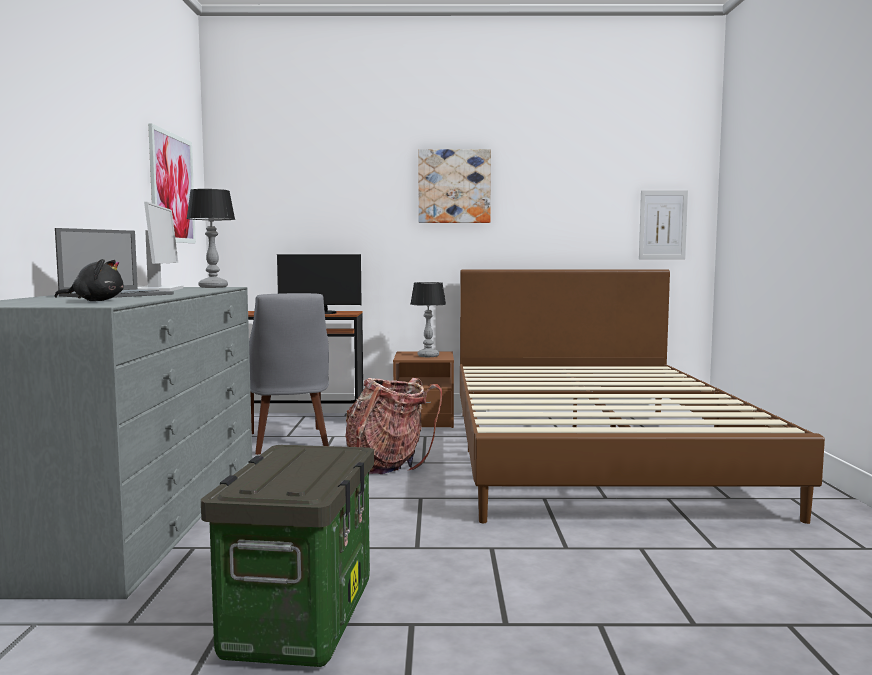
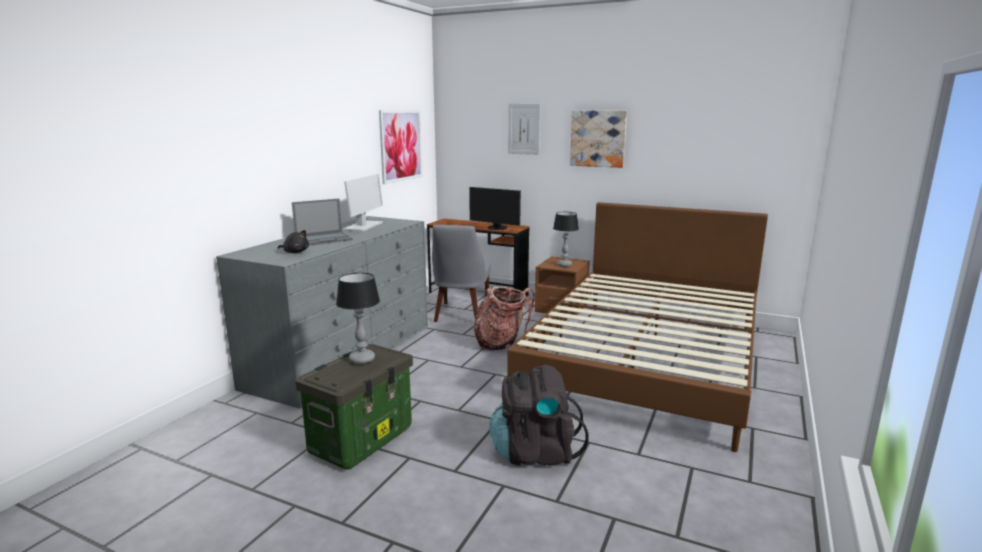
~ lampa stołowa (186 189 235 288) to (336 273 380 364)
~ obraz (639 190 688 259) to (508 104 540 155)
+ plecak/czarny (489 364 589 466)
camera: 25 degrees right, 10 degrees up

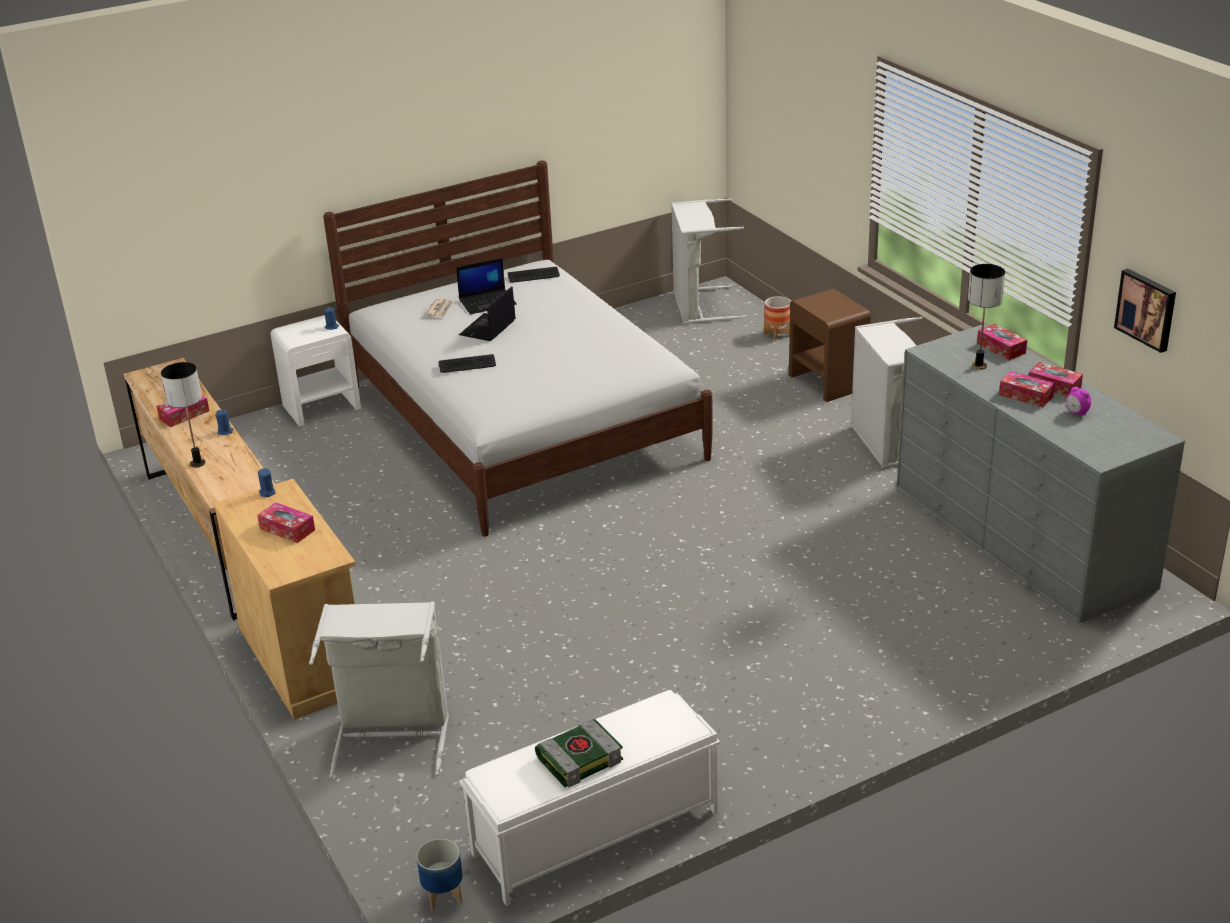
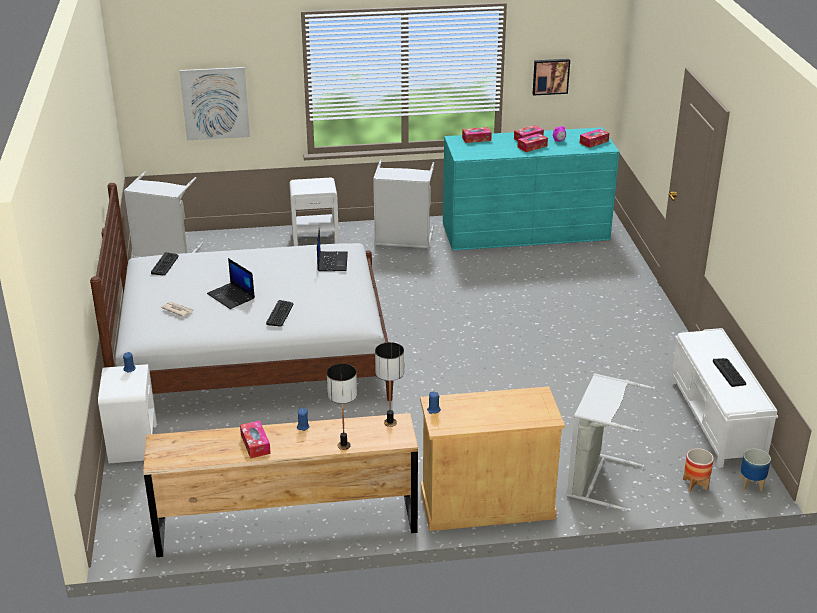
~ laptop (456 258 517 314) to (317 228 348 271)
~ lampa stołowa (968 264 1005 370) to (375 342 404 427)
~ szafka nocna/brązowy (789 289 871 402) to szafka nocna/biały (289 178 339 246)
~ donica (764 296 791 341) to (683 448 714 492)
~ komoda/szary (897 324 1185 624) to komoda/turkusowy (443 127 619 251)
~ pudełko chusteczek (257 502 315 543) to (580 129 609 148)
~ książka (535 719 623 788) to klawiatura (713 358 746 387)
+ obraz (180 67 250 140)
camera: 70 degrees left, 0 degrees up

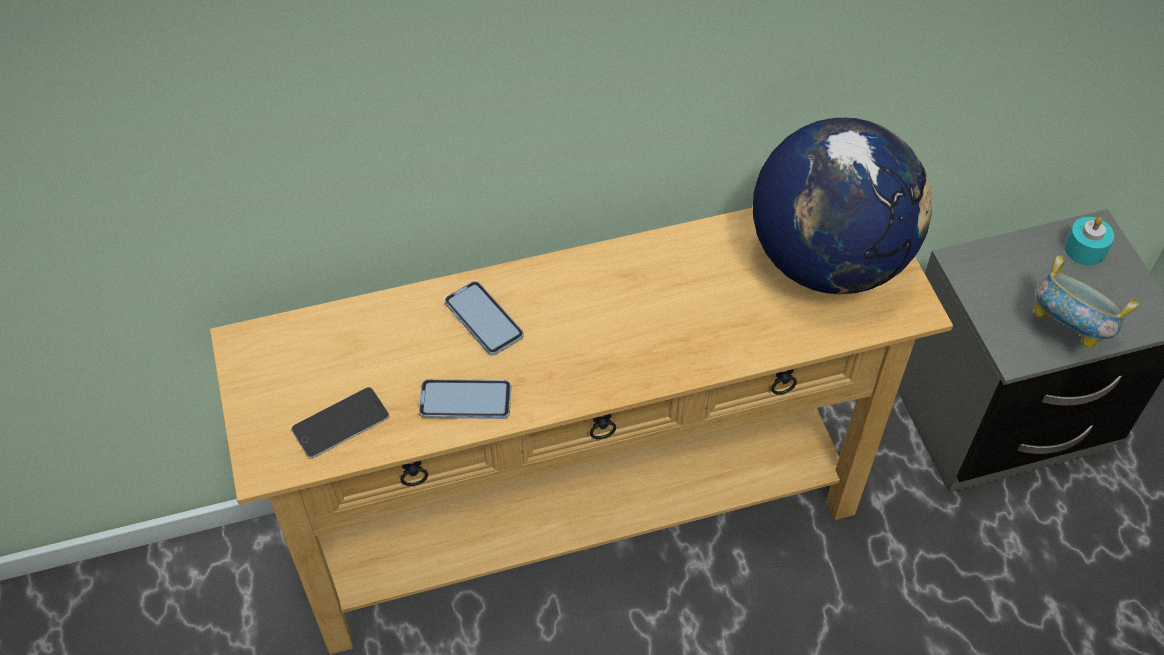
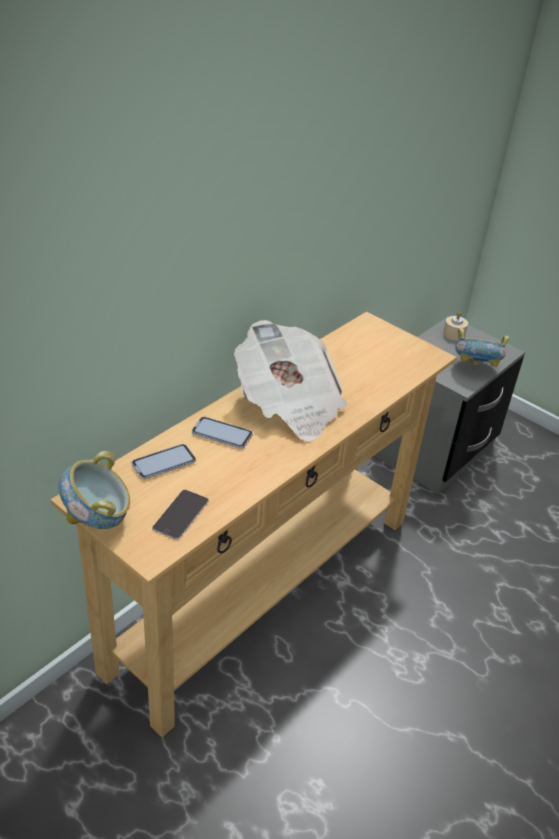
- globus (753 117 932 294)
~ świeca/turkusowy (1064 217 1114 265) to świeca/beżowy (443 311 468 340)
~ telefon (419 379 511 419) to (132 444 196 480)
+ gazeta (234 320 347 441)
+ miska (58 451 130 529)
camera: 35 degrees left, 15 degrees down

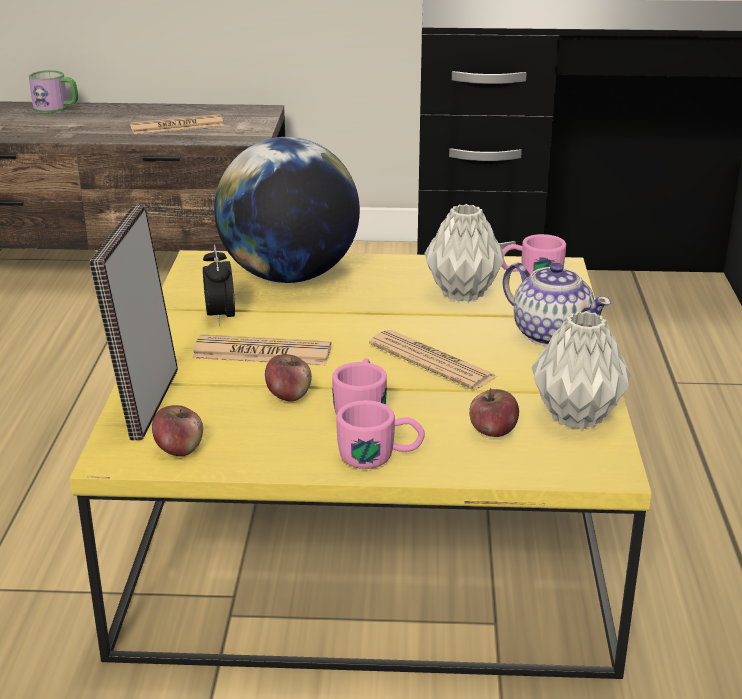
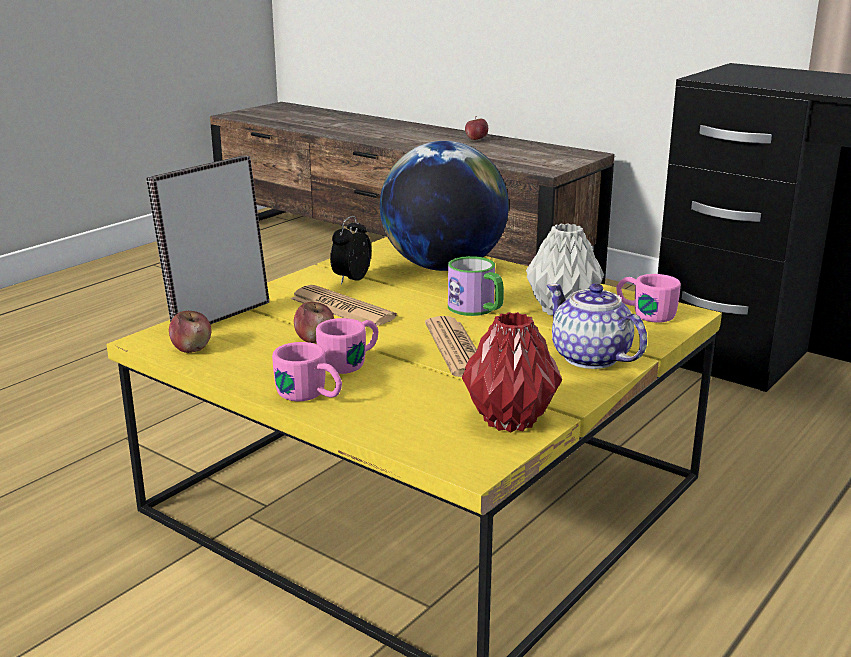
~ kubek (29 70 78 113) to (448 256 504 316)
- gazeta (130 114 224 134)
~ imbryk (502 263 611 346) = (547 283 647 369) 150 degrees clockwise
~ wazon/szary (532 311 631 429) to wazon/czerwony (462 312 562 432)
~ jabłko (469 388 519 437) to (465 117 488 140)
camera: 35 degrees right, 5 degrees down

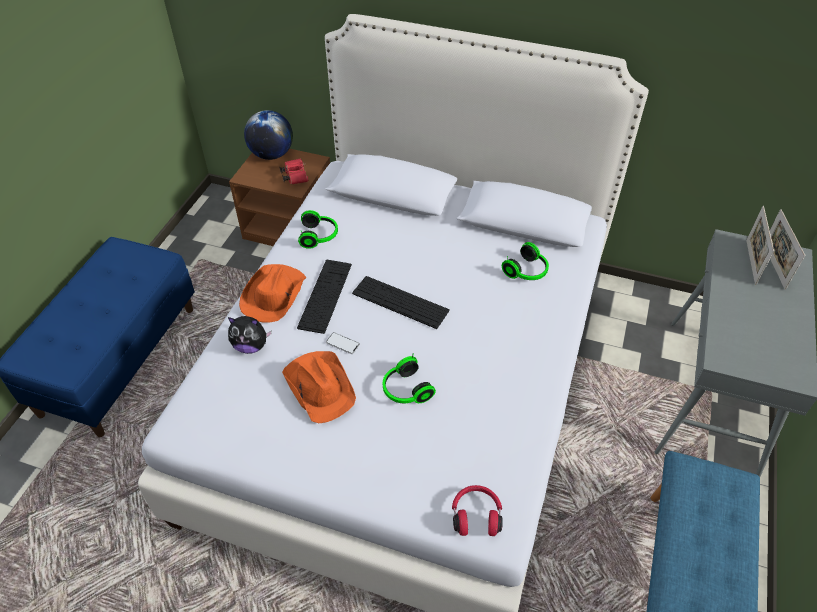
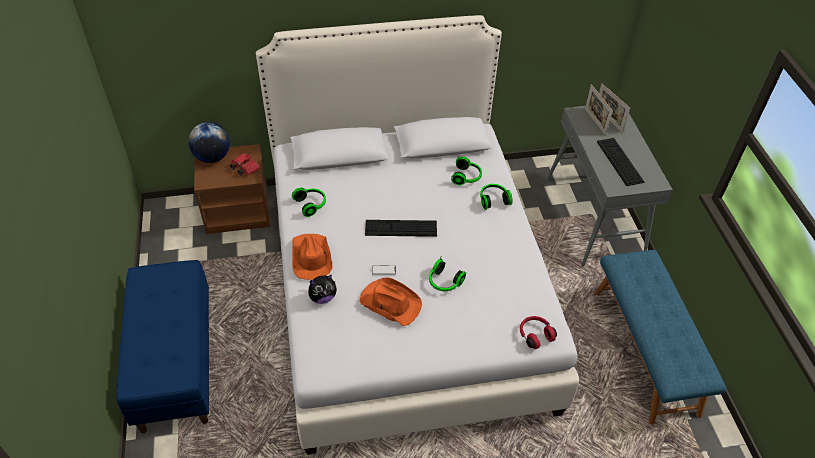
~ klawiatura (297 259 352 334) to (597 138 644 186)
+ słuchawki (480 184 512 210)
camera: 30 degrees left, 0 degrees up

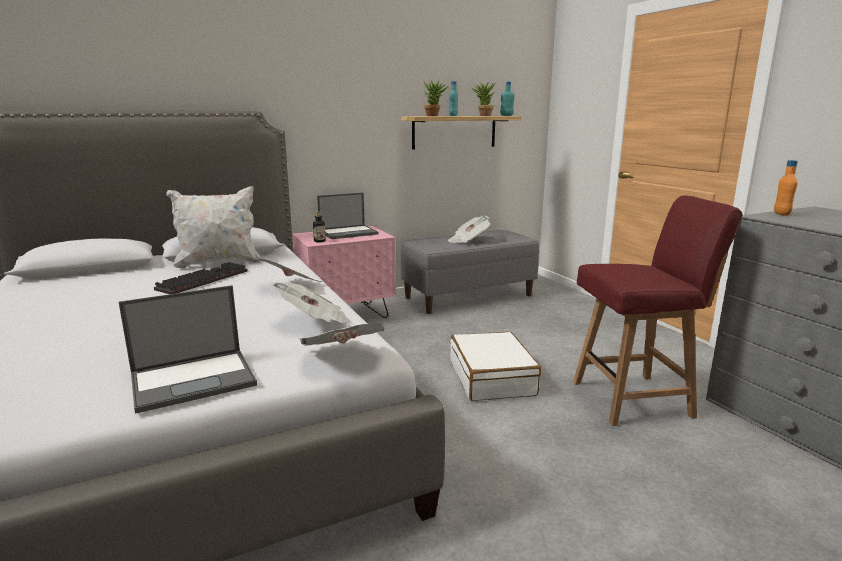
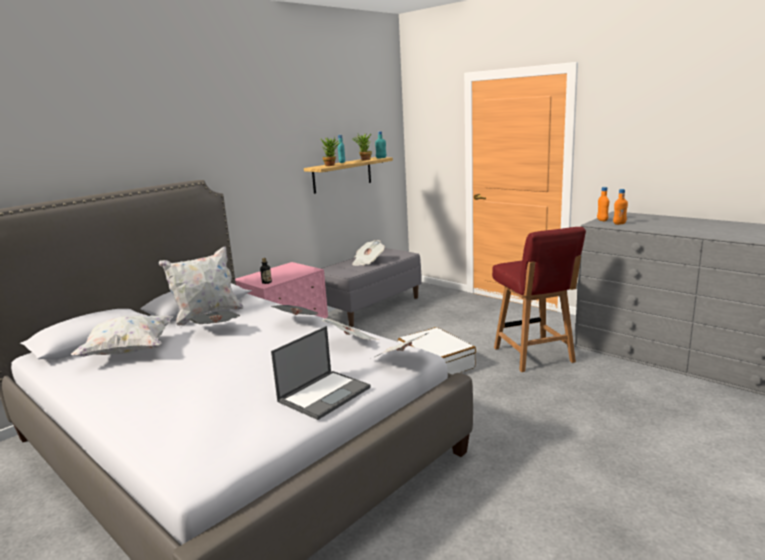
- laptop (317 193 378 239)
~ krzesło/czerwony (573 195 743 426) = (492 227 586 372) 105 degrees clockwise
~ klawiatura (154 262 247 294) to gazeta (188 311 240 324)
+ butelka/pomarańczowy (613 189 628 225)
+ poduszka/biały (71 316 173 357)
camera: 20 degrees left, 0 degrees up

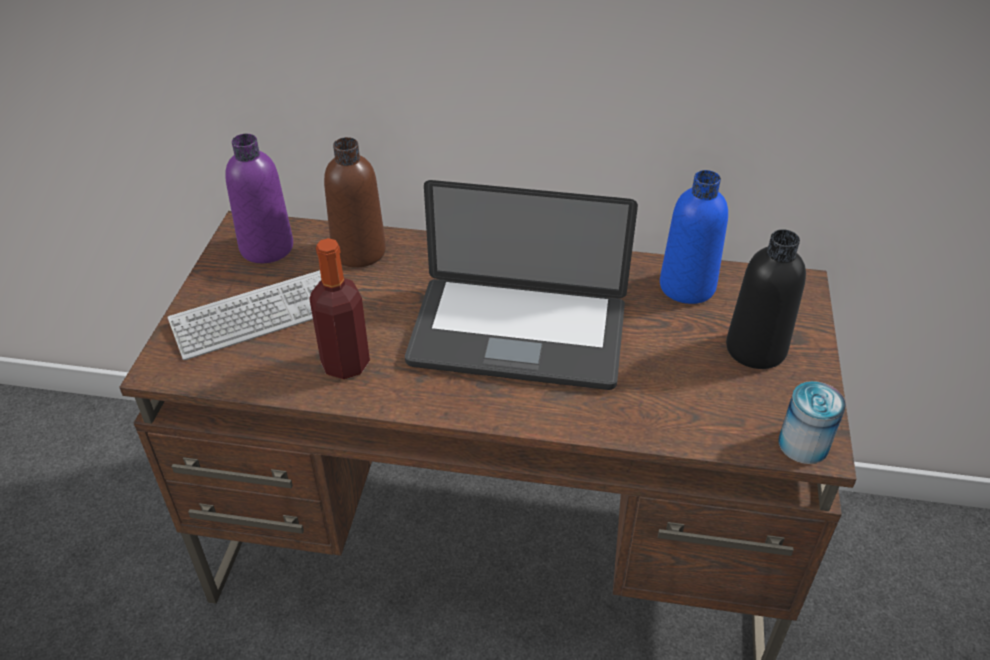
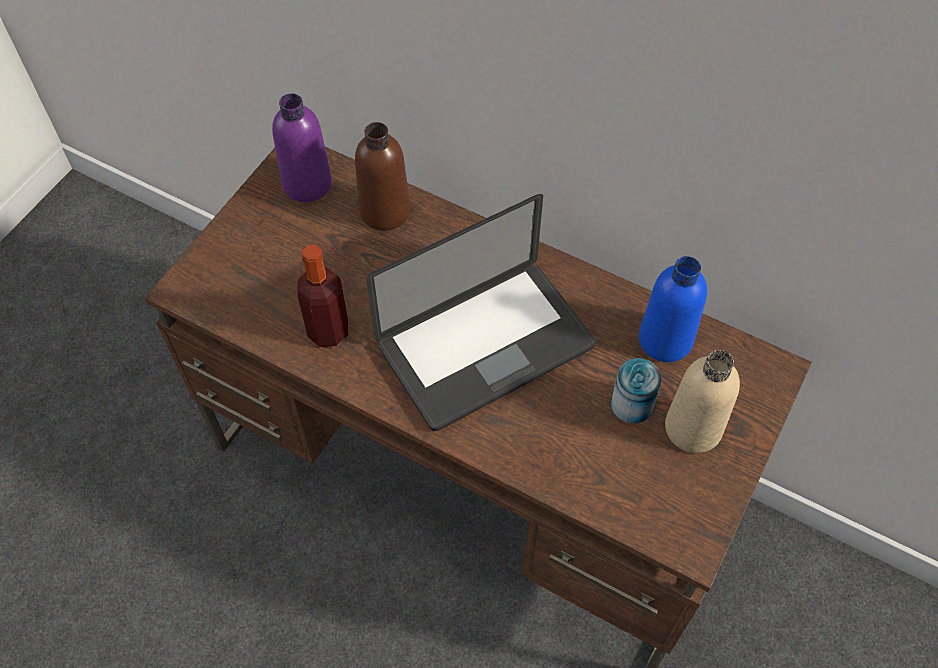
~ laptop (405 180 638 390) = (366 194 596 431) 60 degrees counterclockwise
~ butelka/czarny (726 229 806 369) to butelka/beżowy (665 350 740 453)
- klawiatura (167 270 321 360)
~ puszka (778 381 846 464) to (611 358 662 424)
camera: 20 degrees right, 15 degrees up

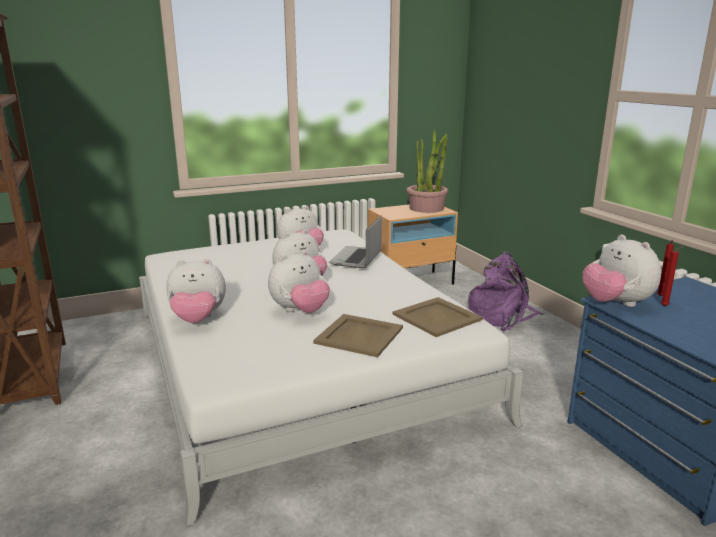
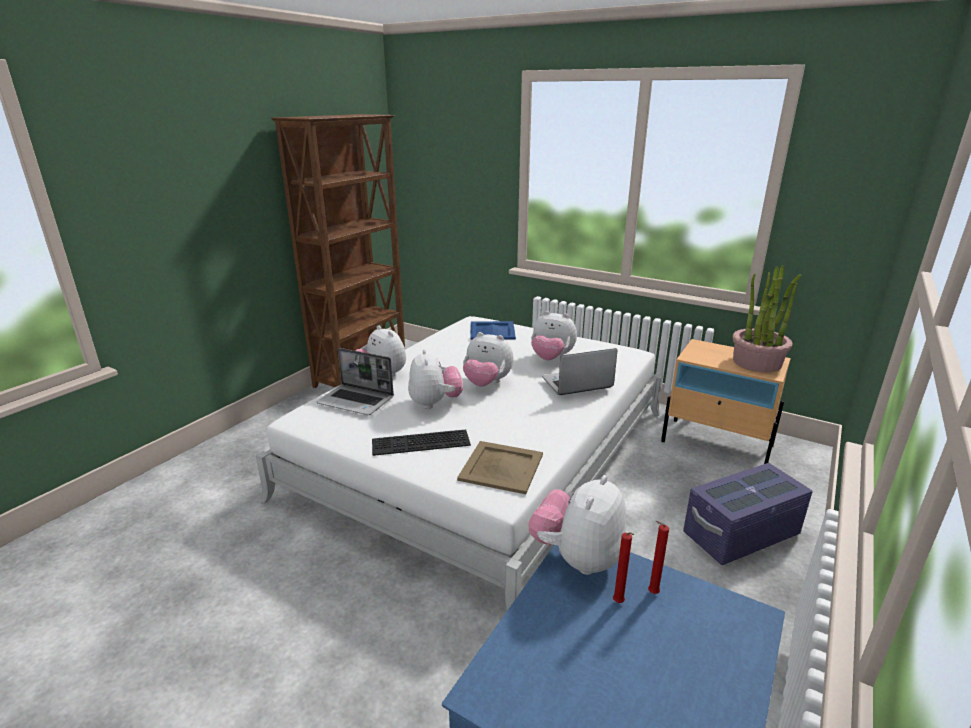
~ pluszak (268 250 330 313) = (408 349 463 409) 120 degrees counterclockwise
~ plecak/fioletowy (468 251 544 331) to pojemnik do przechowywania/fioletowy (683 463 813 565)
~ taca/beżowy (313 314 403 357) to klawiatura (372 429 471 456)
+ taca/niebieski (470 321 516 340)
+ laptop (317 348 394 415)
camera: 55 degrees right, 5 degrees up

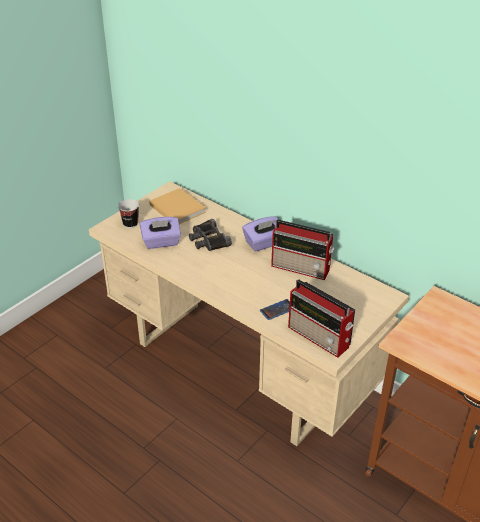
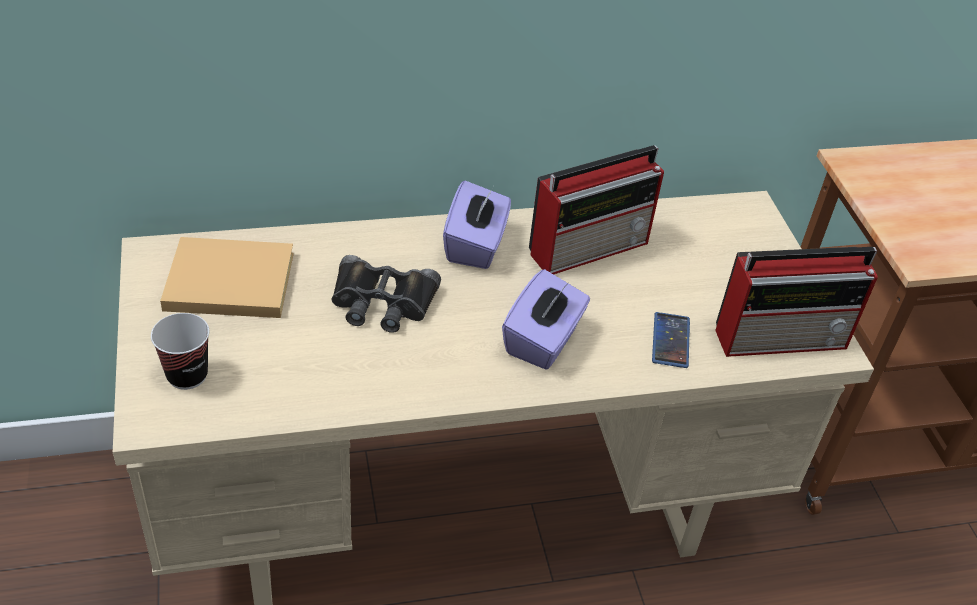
~ pudełko chusteczek/fioletowy (140 217 181 249) to (502 269 590 370)
camera: 55 degrees left, 5 degrees up

